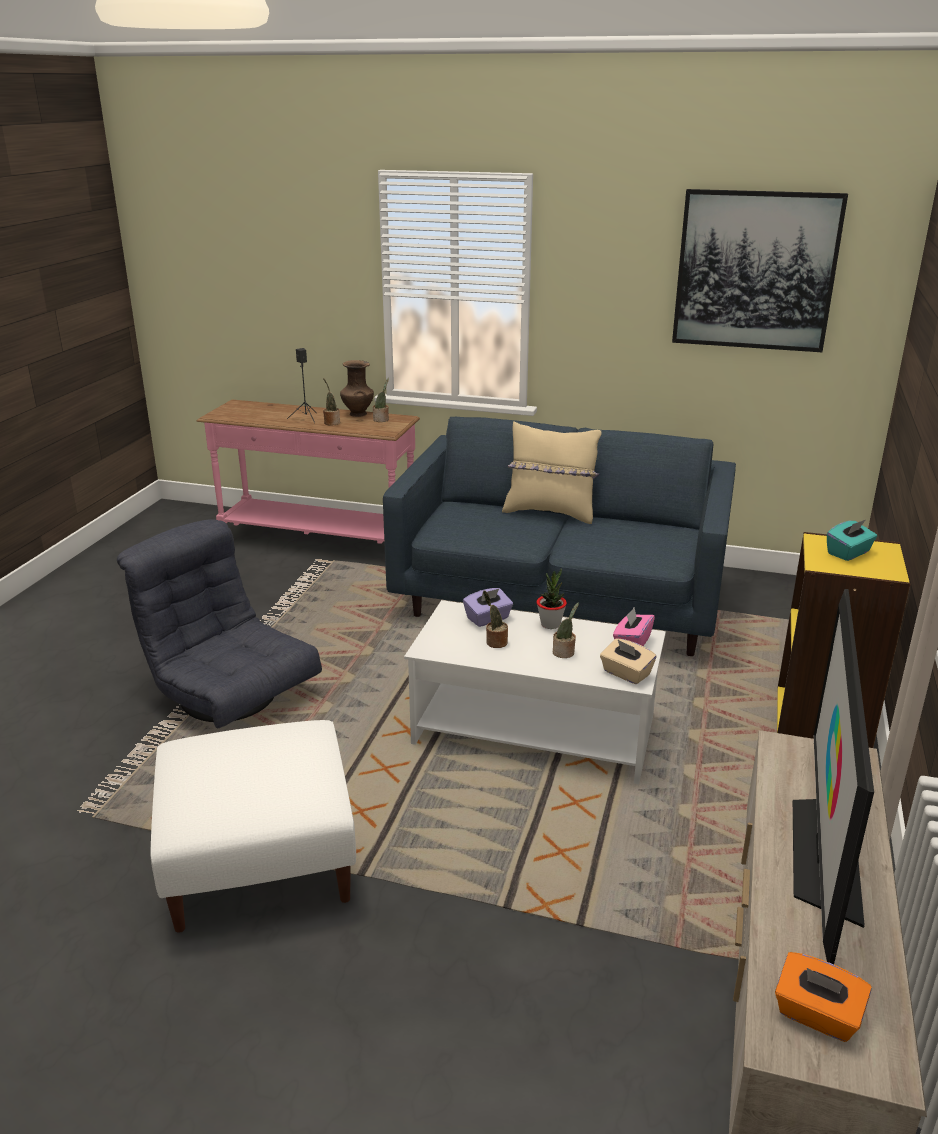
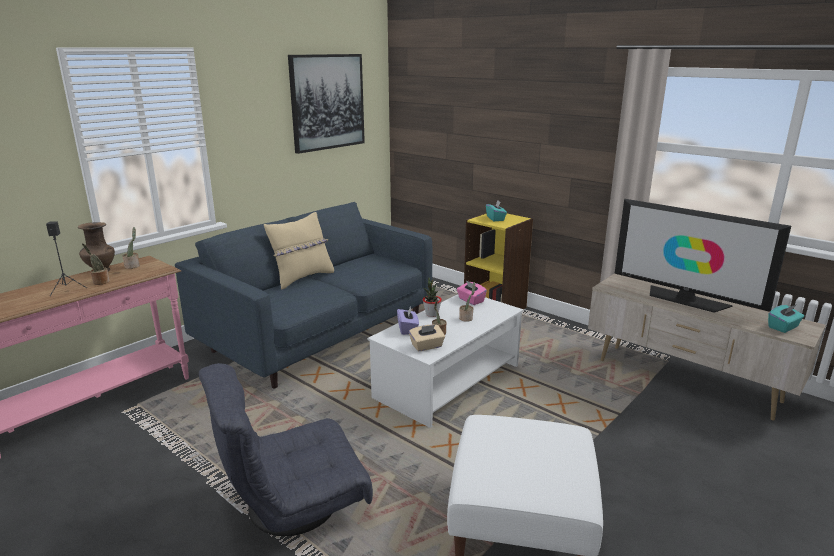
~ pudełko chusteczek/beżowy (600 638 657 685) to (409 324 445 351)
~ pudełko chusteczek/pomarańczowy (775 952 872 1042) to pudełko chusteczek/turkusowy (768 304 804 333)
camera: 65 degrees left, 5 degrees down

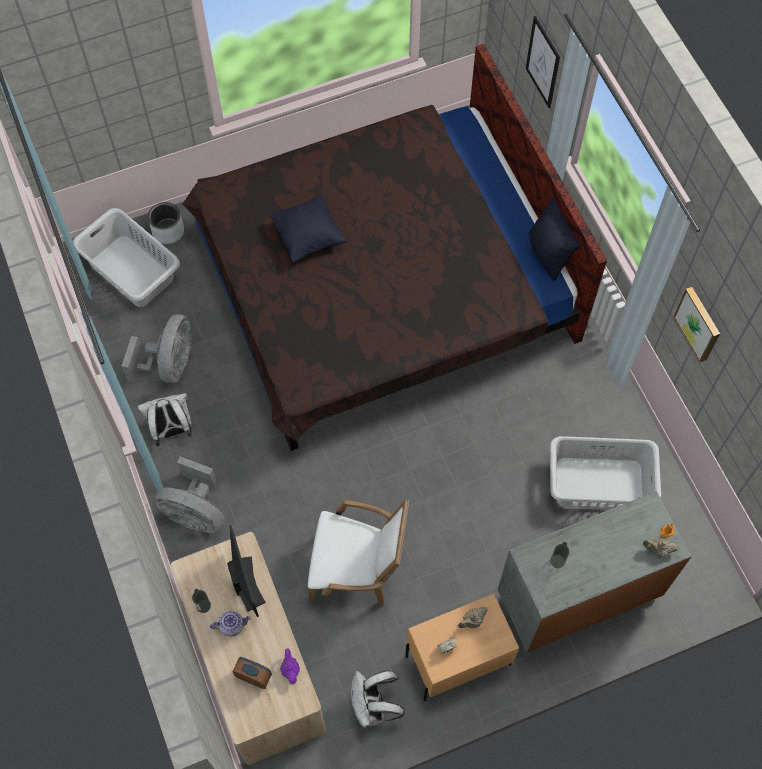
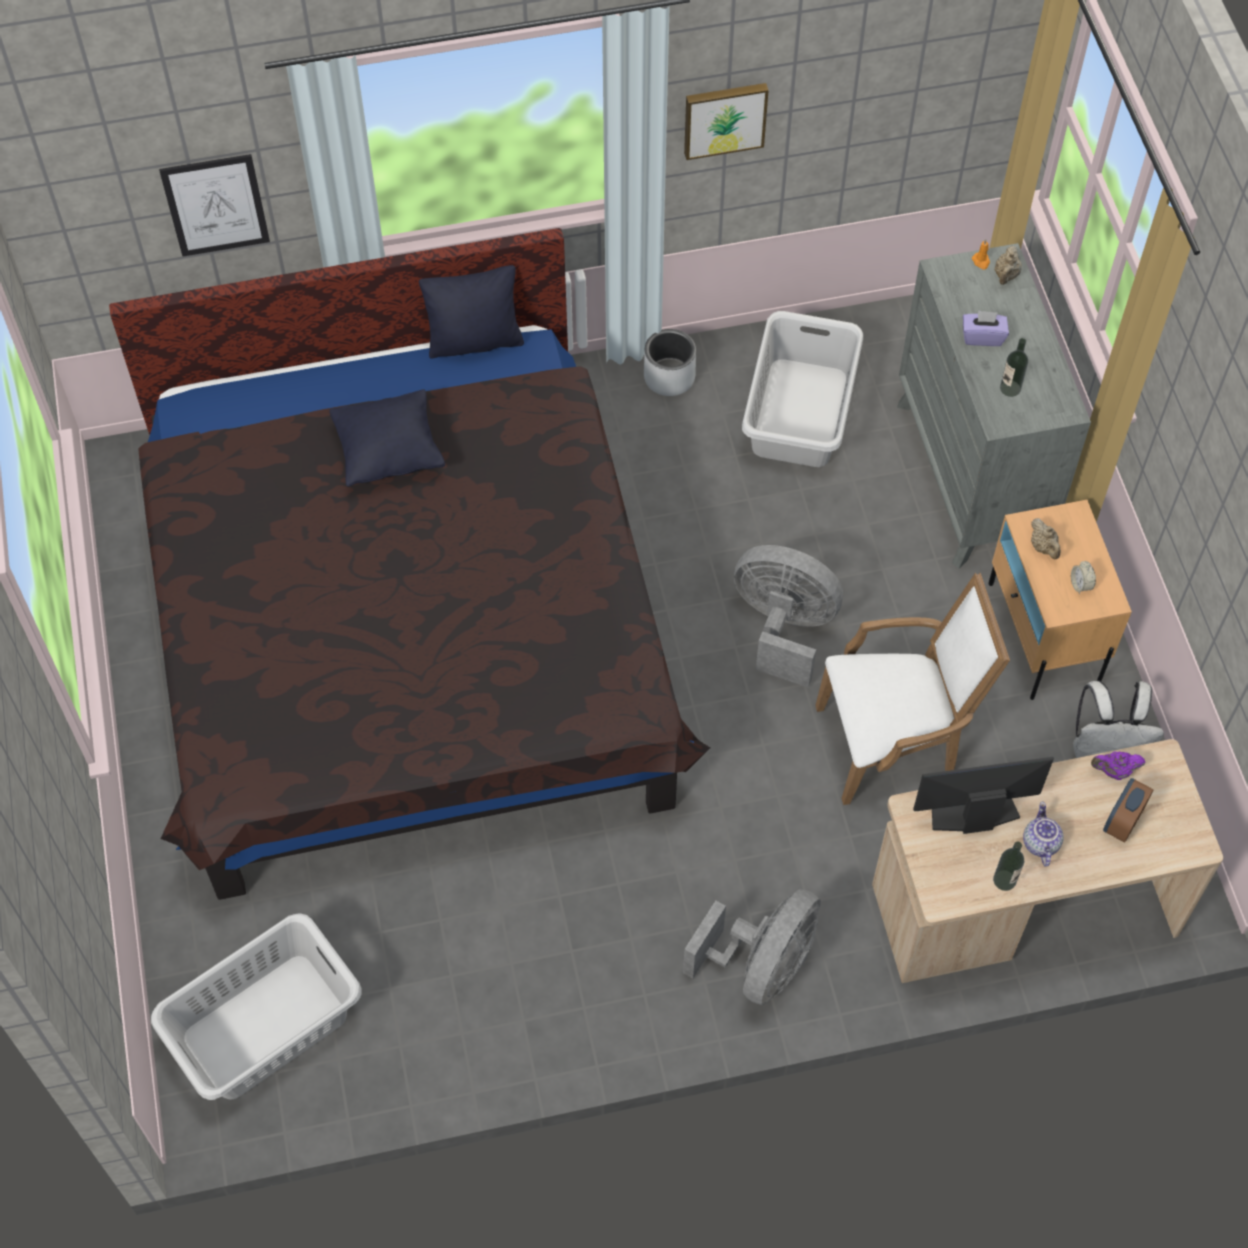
~ poduszka/czarny (270 195 347 263) to (329 389 445 486)
~ donica/szary (148 202 184 244) to (644 329 696 396)
~ wentylator/szary (122 314 192 383) to (734 545 843 687)
- plecak/biały (137 393 191 446)
~ fotel/biały (308 499 409 606) = (815 573 1010 805) 60 degrees clockwise
+ pudełko chusteczek/fioletowy (963 311 1009 346)
camera: 80 degrees left, 5 degrees down

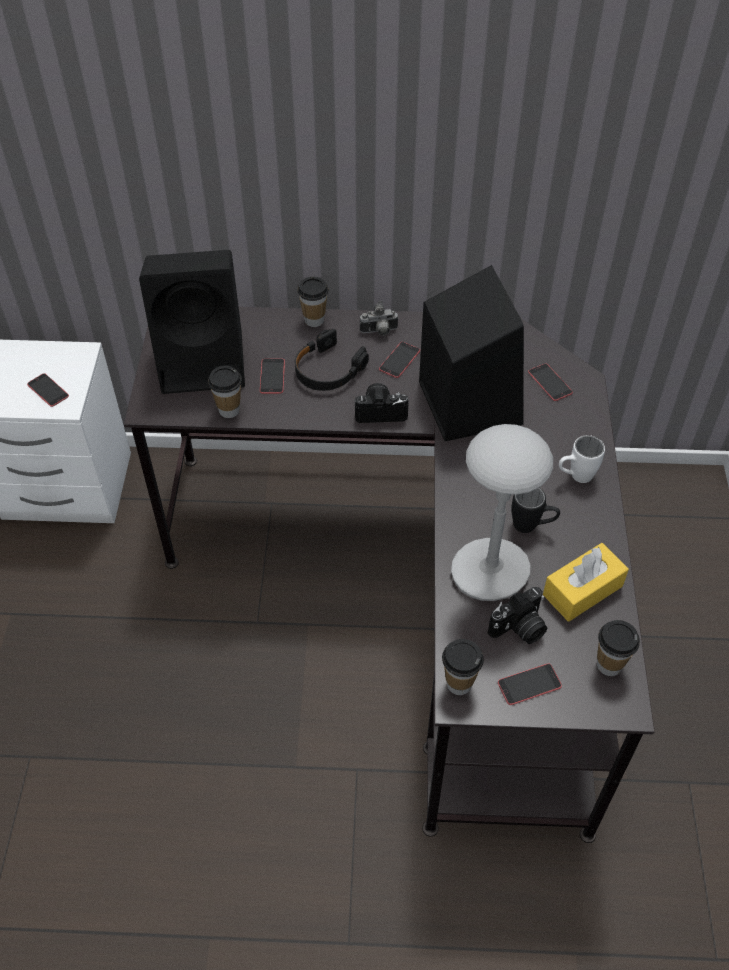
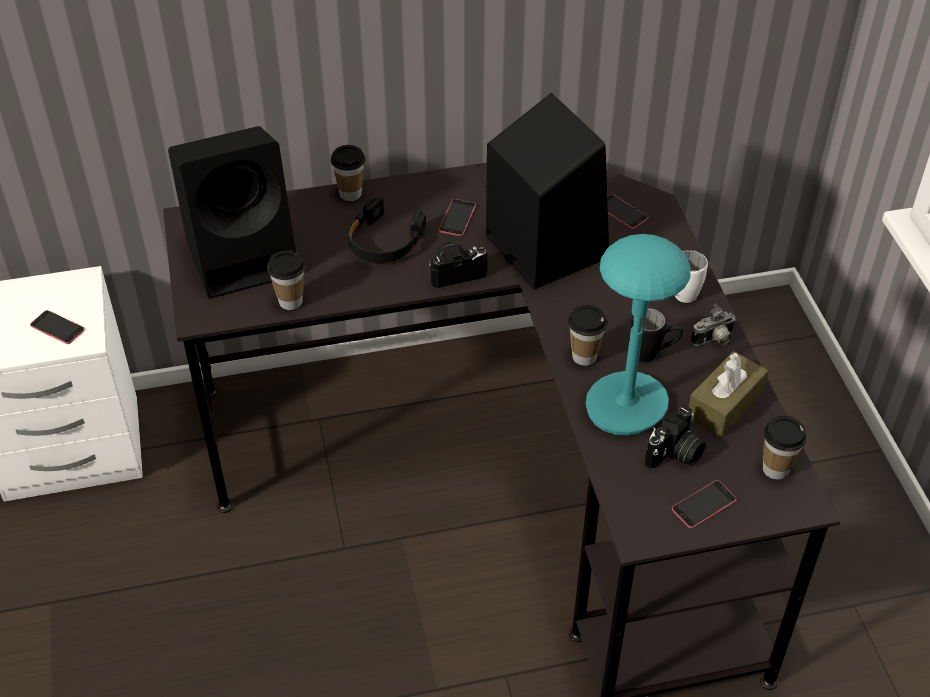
~ aparat fotograficzny (360 301 399 336) to (691 303 736 346)
- telefon (260 358 285 394)
~ lampa stołowa/szary (451 424 553 601) to lampa stołowa/turkusowy (585 234 691 436)
~ pudełko chusteczek/żółty (543 543 629 622) to pudełko chusteczek/brązowy (689 351 768 437)
~ filiżanka (442 639 484 695) to (568 305 607 366)
camera: 15 degrees left, 5 degrees down

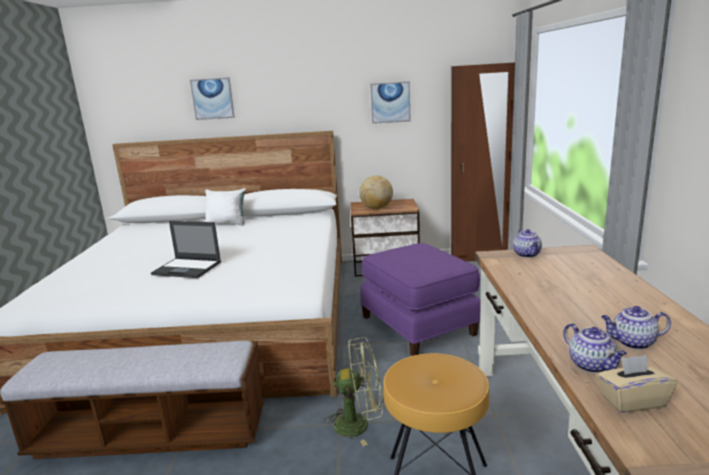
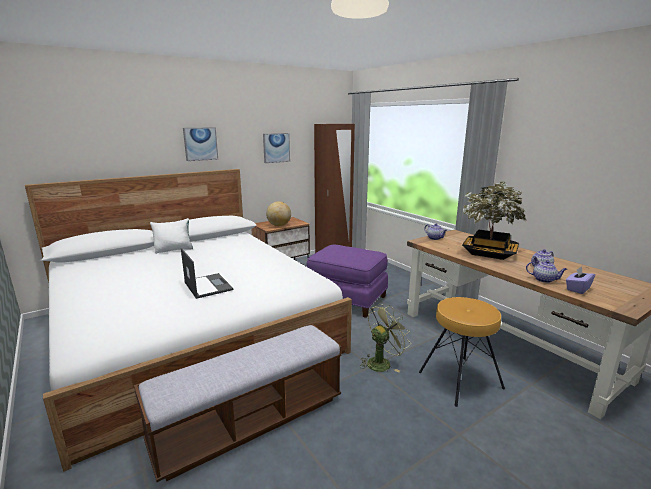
~ obraz (190 77 235 120) to (183 127 218 161)
~ laptop (151 221 221 278) = (181 248 233 299) 105 degrees counterclockwise
~ pudełko chusteczek/beżowy (597 355 678 413) to pudełko chusteczek/fioletowy (566 266 595 294)
+ roślina doniczkowa (462 182 527 260)
camera: 35 degrees left, 0 degrees up

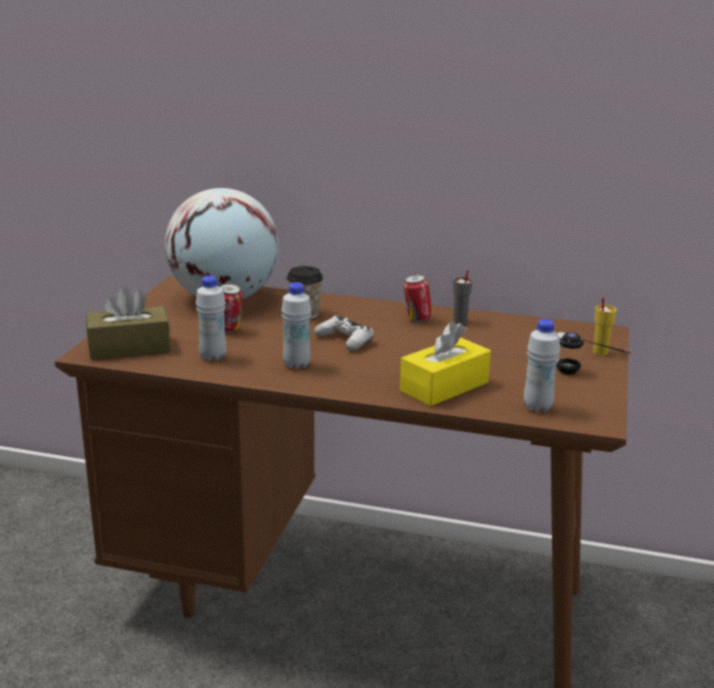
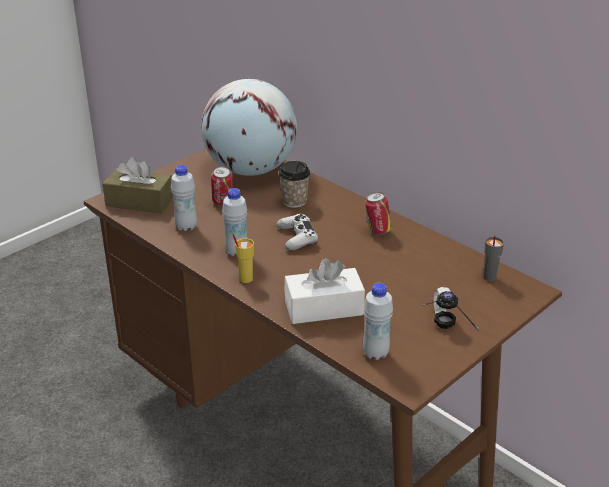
~ filiżanka/szary (453 270 473 324) to (483 235 504 281)
~ filiżanka/żółty (593 297 617 355) to (232 234 254 283)
~ pudełko chusteczek/żółty (400 321 491 406) to pudełko chusteczek/biały (285 258 365 324)
camera: 30 degrees right, 10 degrees up

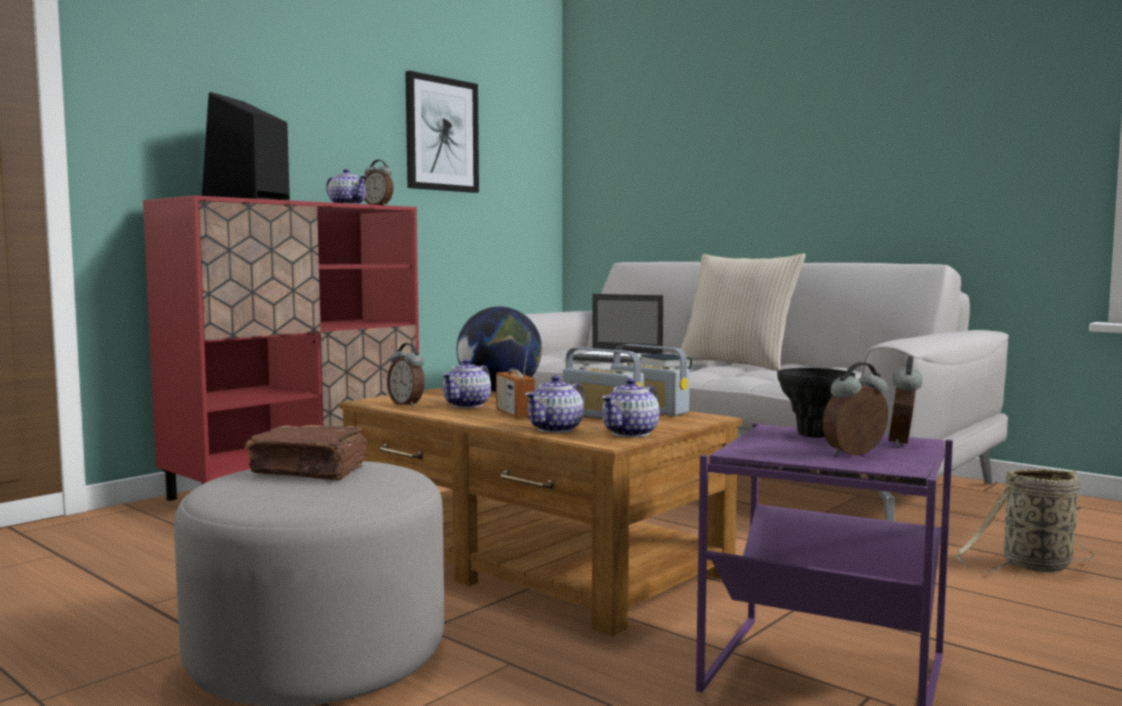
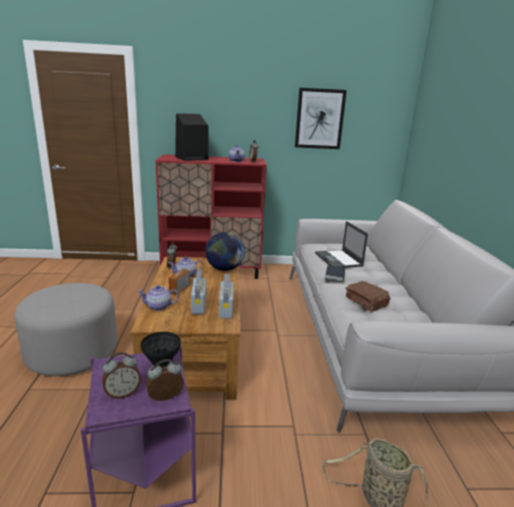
- poduszka/beżowy (677 254 806 371)
~ budzik (823 362 888 456) = (102 352 141 399) 135 degrees clockwise
- imbryk (602 378 659 437)
~ książka/brązowy (245 425 367 480) to (345 281 390 312)
camera: 45 degrees right, 15 degrees up

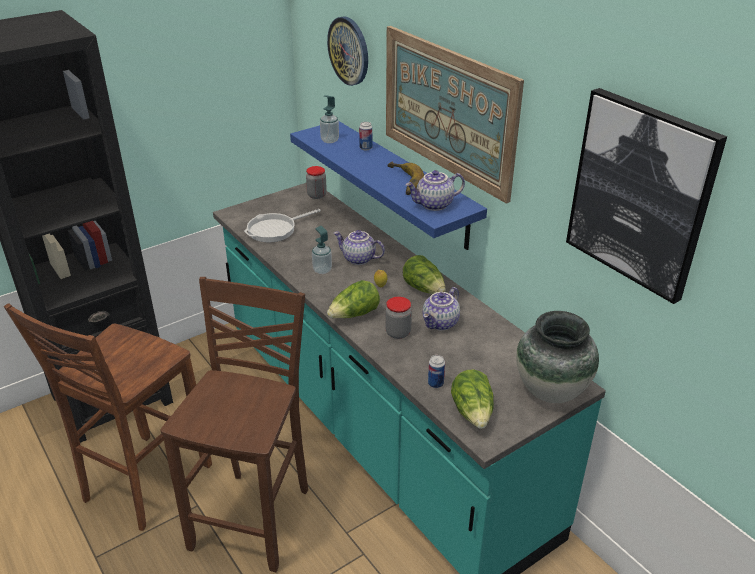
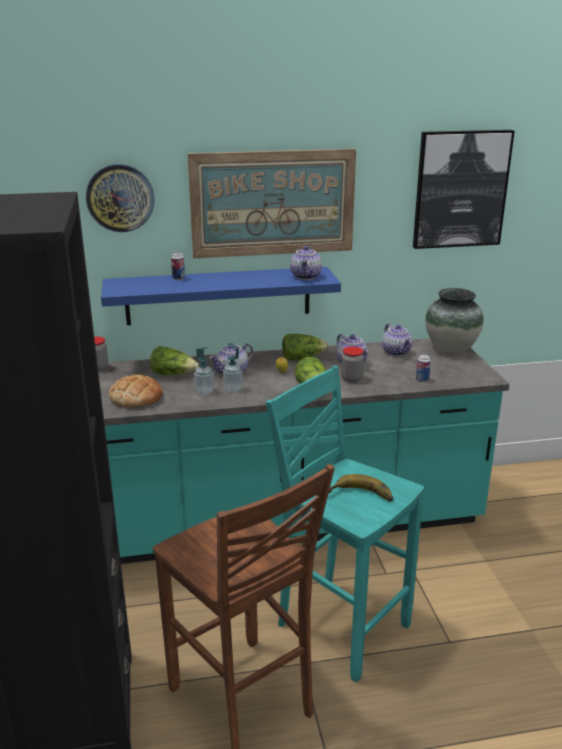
~ dozownik mydła (320 95 339 143) to (194 347 214 395)
~ banan (387 162 424 195) to (328 474 393 502)
~ patelnia (244 209 321 242) to chleb (109 375 163 407)
~ stołek/brązowy (161 277 308 572) to stołek/turkusowy (265 366 424 682)
~ sałata (451 369 494 429) to (150 346 199 375)
+ imbryk (382 324 413 356)
camera: 65 degrees left, 10 degrees down

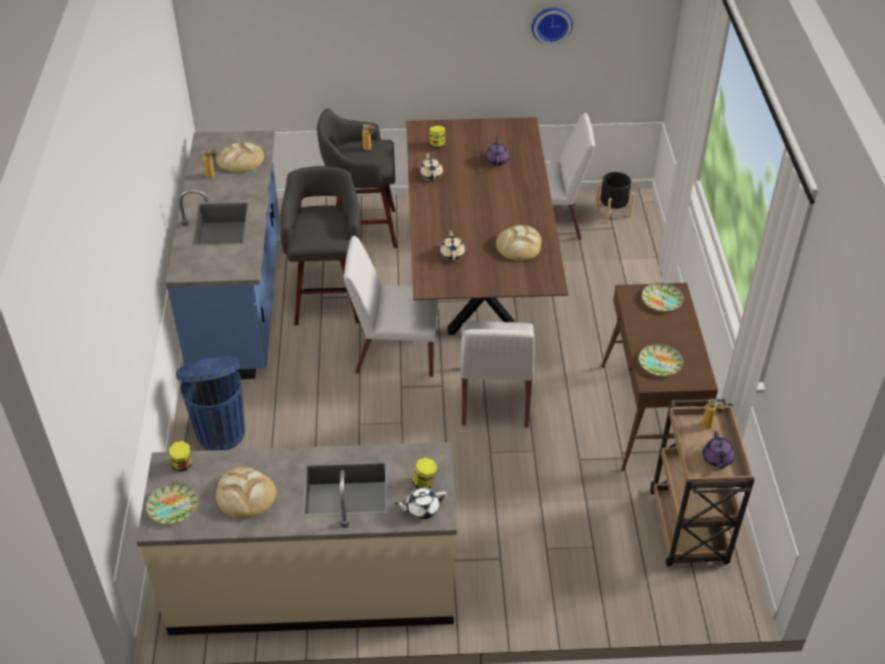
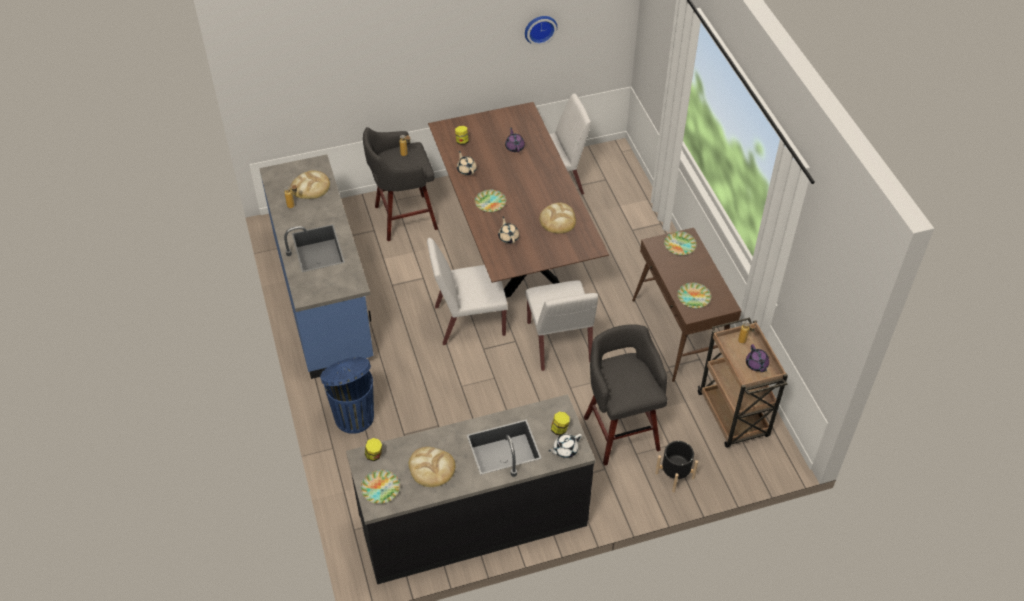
~ stołek/szary (280 166 361 325) to (584 324 667 466)
~ donica/czarny (594 172 635 224) to (655 441 698 493)
~ zabudowa kuchenna/beżowy (136 442 457 635) to zabudowa kuchenna/czarny (346 394 596 584)
+ talerz (475 190 506 212)
camera: 15 degrees left, 5 degrees up

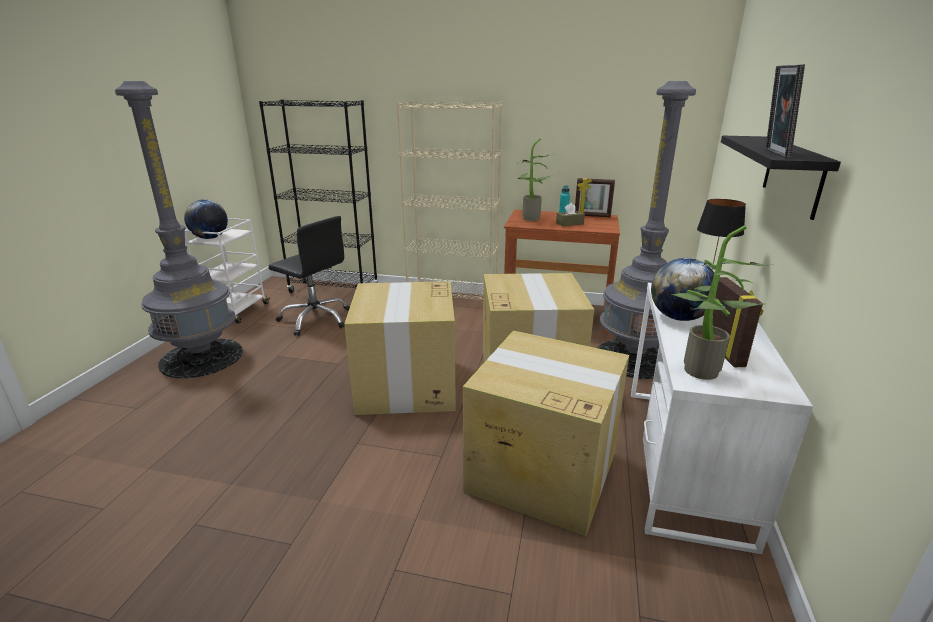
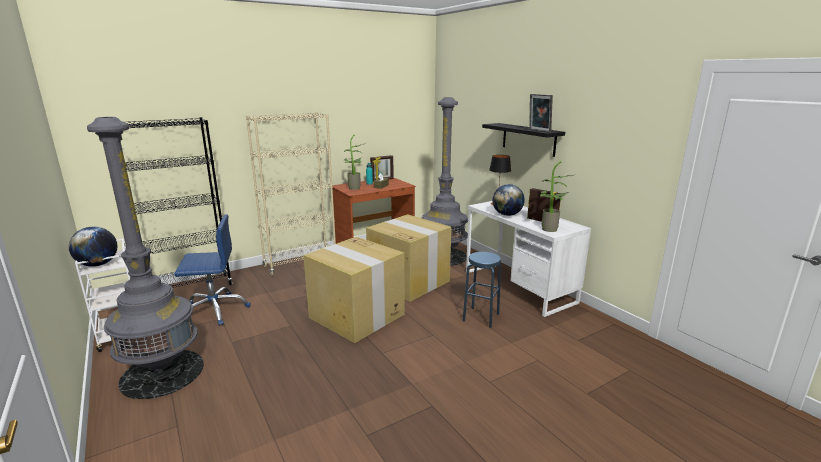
~ krzesło biurowe/czarny (268 216 350 336) to krzesło biurowe/niebieski (174 214 251 326)
~ karton (463 331 629 536) to stołek/niebieski (463 252 501 328)
camera: 45 degrees left, 5 degrees down

